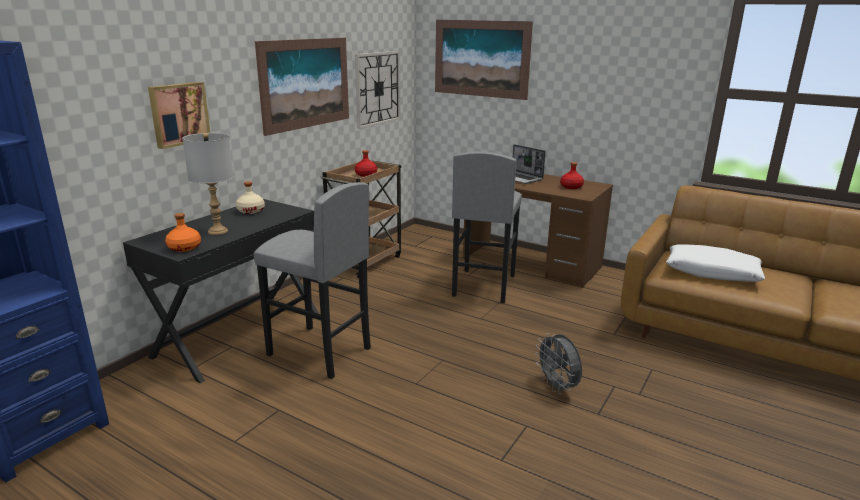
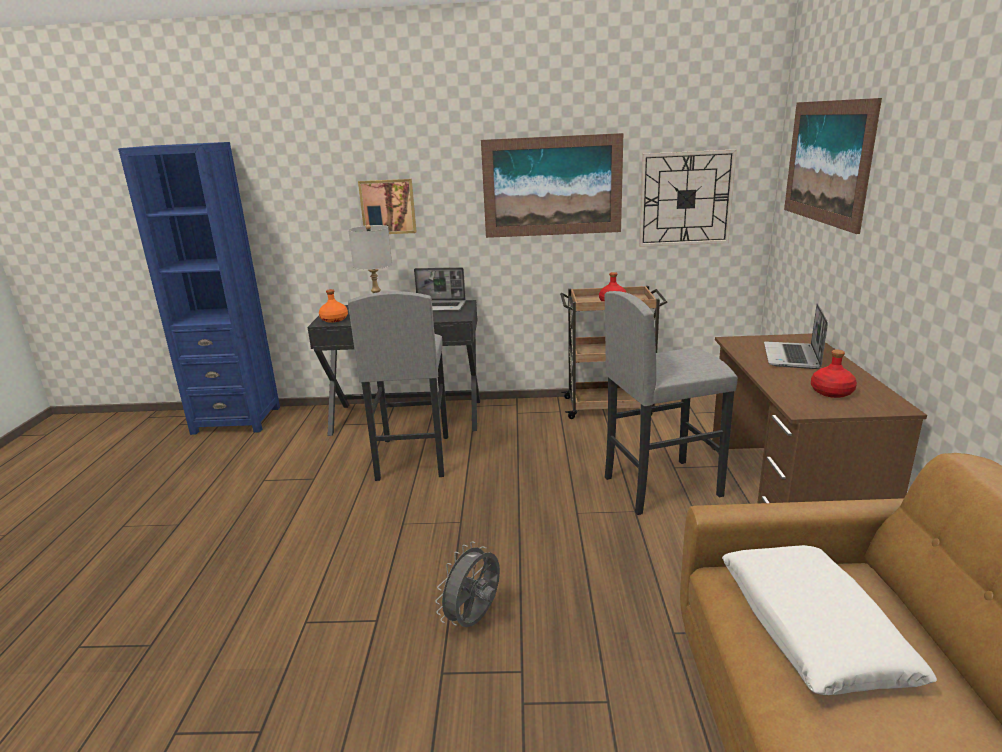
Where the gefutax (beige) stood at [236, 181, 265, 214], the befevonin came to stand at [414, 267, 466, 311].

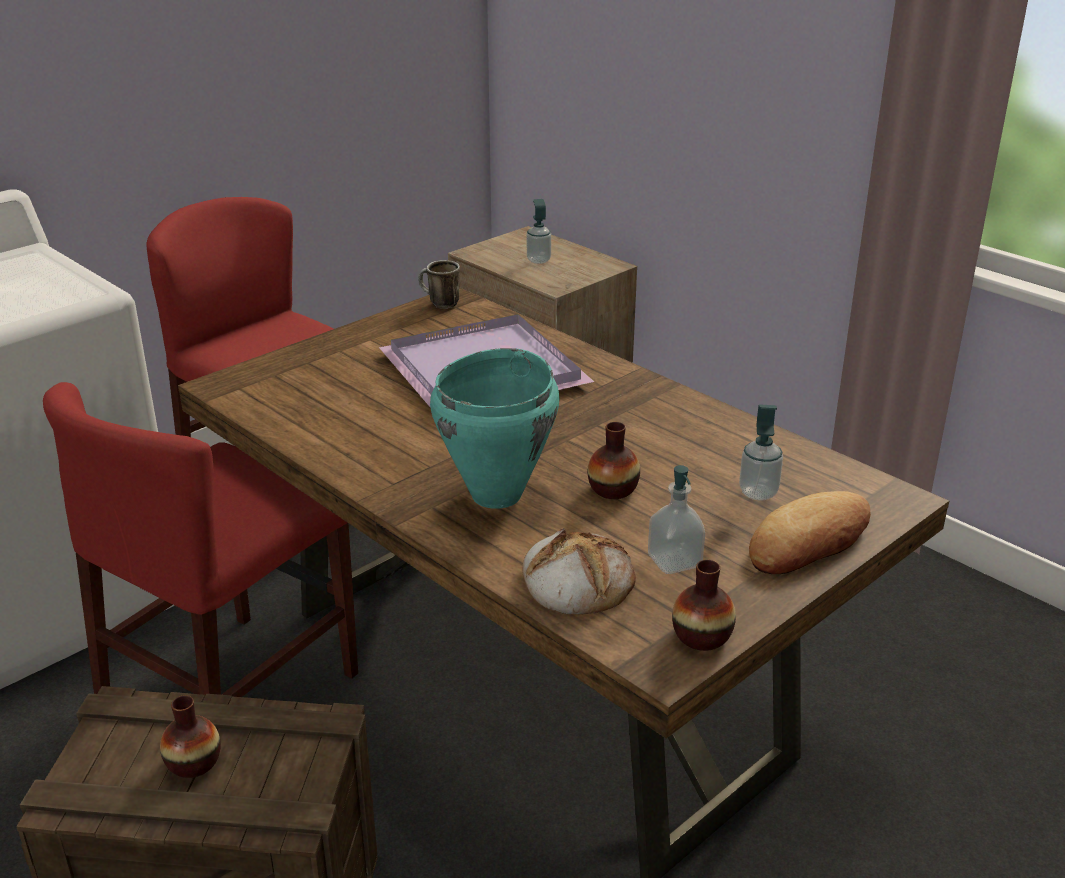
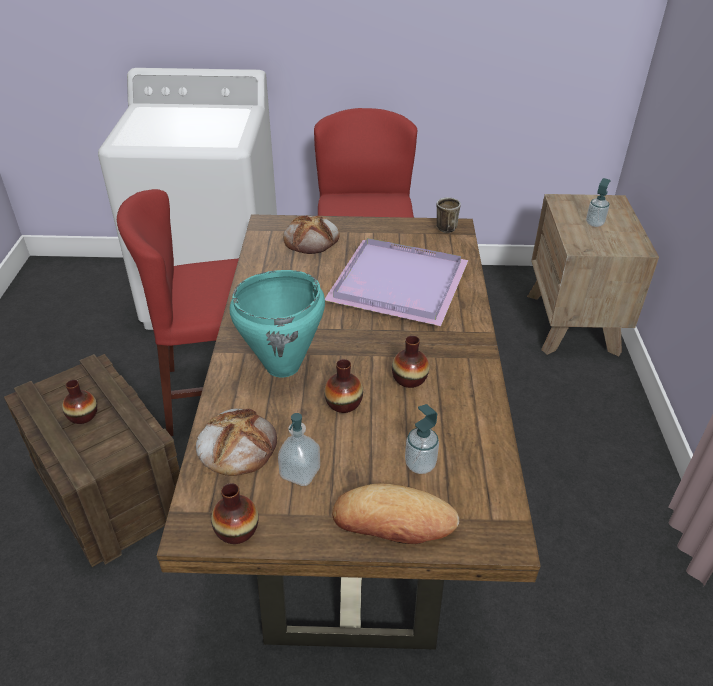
The second view gained the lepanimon at [283, 215, 340, 254].
The second view gained the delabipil at [392, 336, 429, 388].

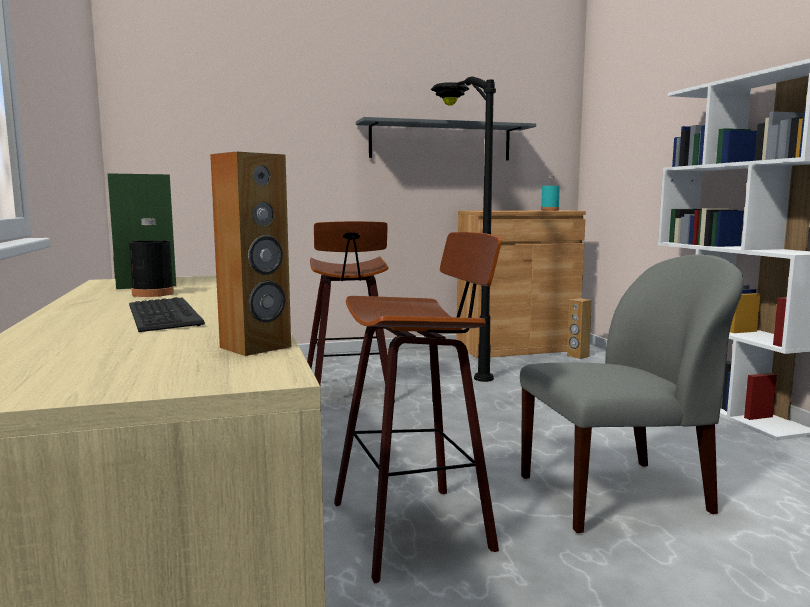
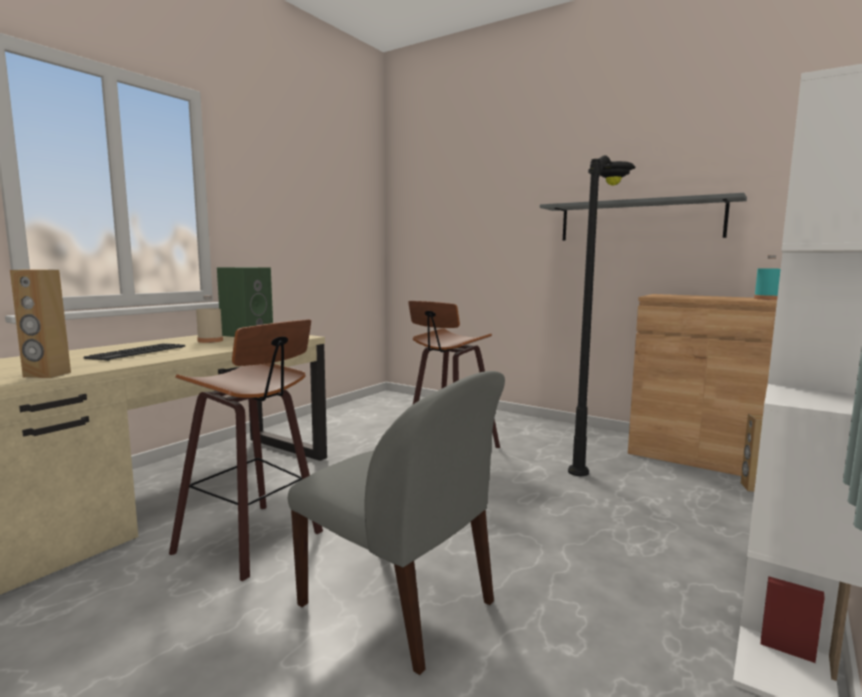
What was the gefutax (black) at [129, 218, 174, 297] turned into the gefutax (beige) at [196, 295, 223, 343].

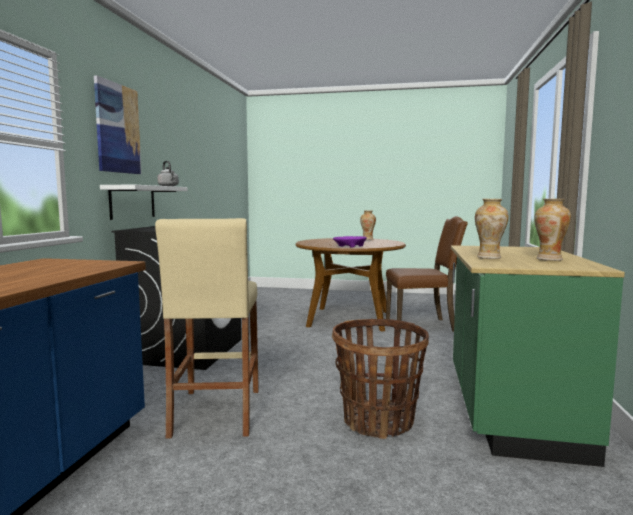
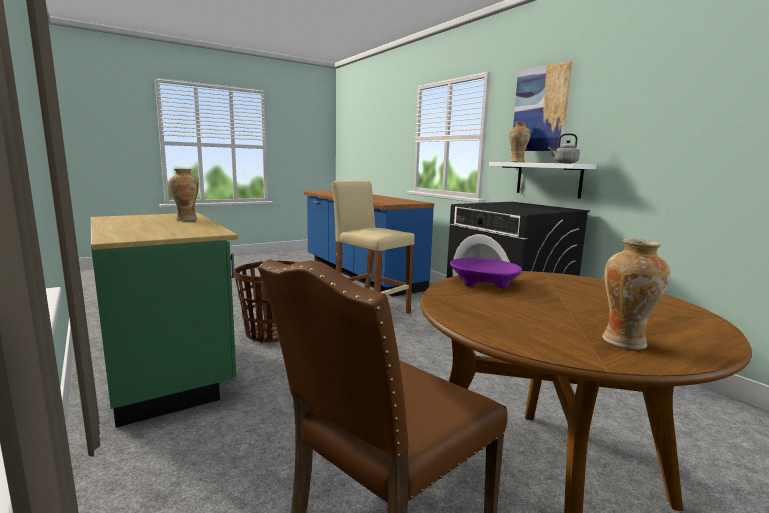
The delabipil ended up elsewhere, having gone from [534, 199, 571, 261] to [509, 122, 531, 162].

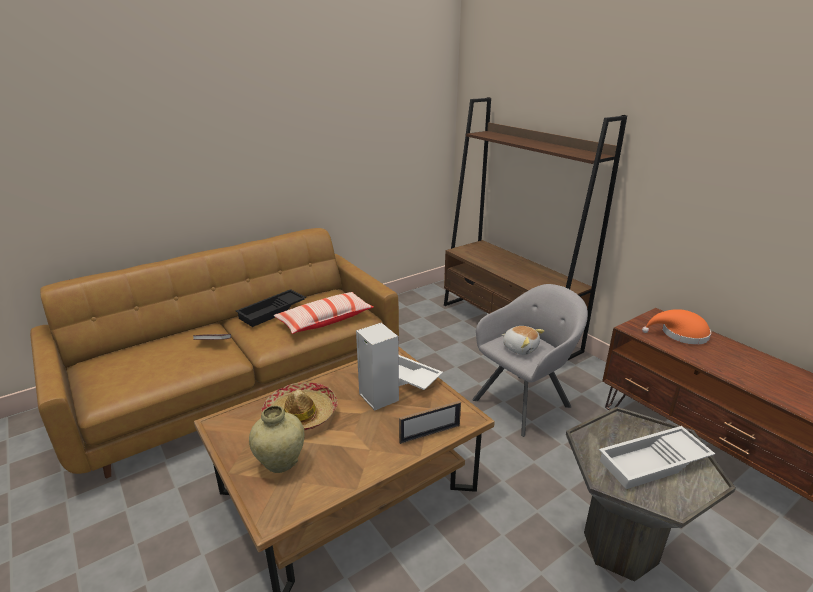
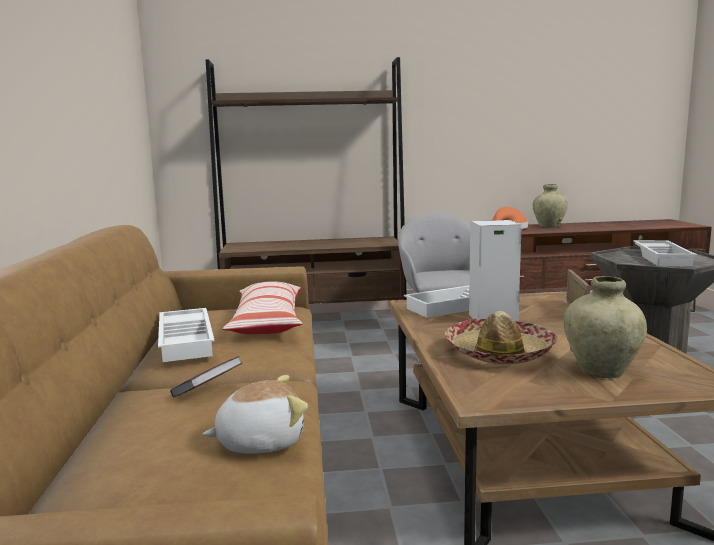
What was the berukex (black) at [236, 289, 306, 327] turned into the berukex (white) at [158, 308, 214, 362].
The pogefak ended up elsewhere, having gone from [502, 326, 544, 355] to [203, 375, 308, 454].
The second view gained the delabipil (beige) at [533, 184, 568, 228].

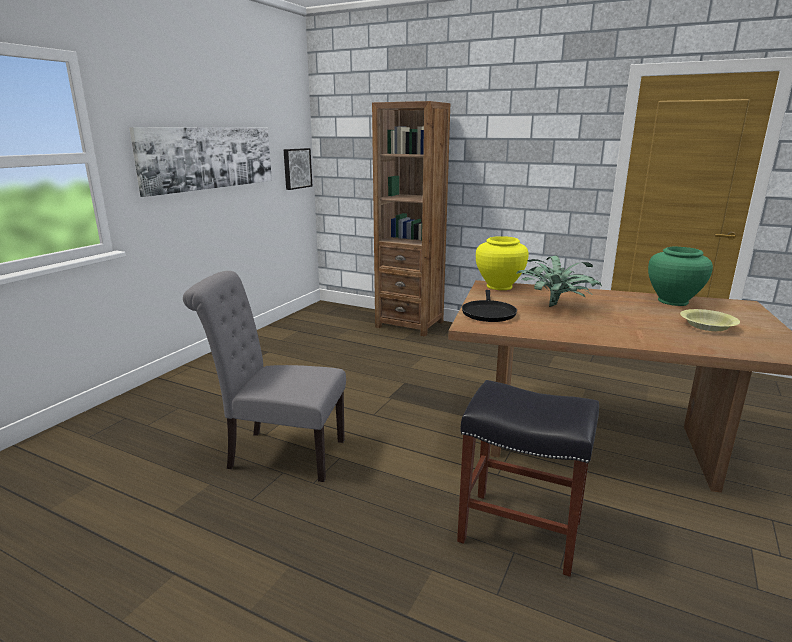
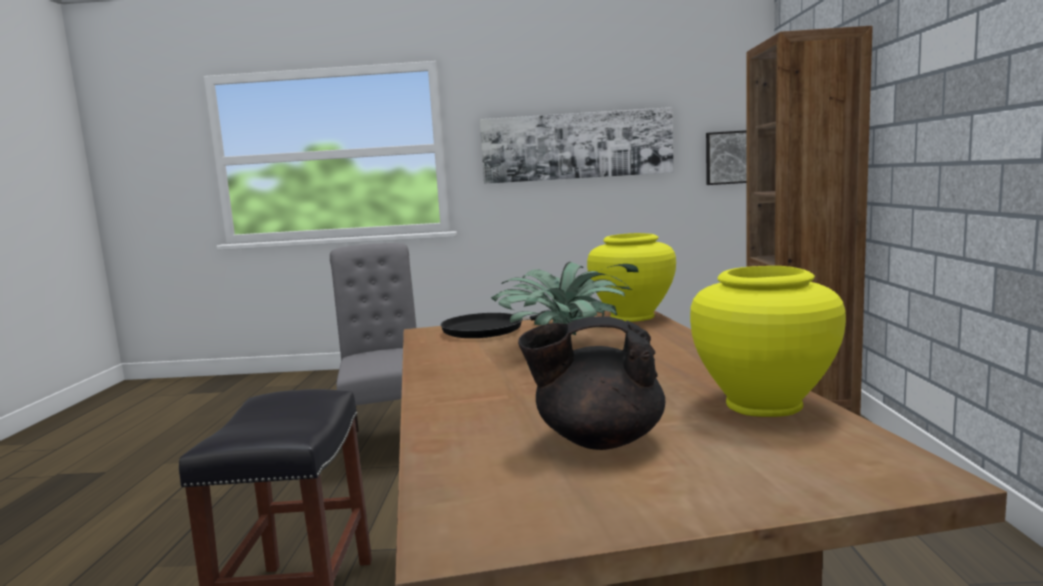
What was the delabipil (green) at [648, 247, 713, 306] turned into the delabipil (yellow) at [690, 266, 846, 417].
Where the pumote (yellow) stood at [680, 309, 740, 331], the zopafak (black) came to stand at [518, 316, 665, 450].

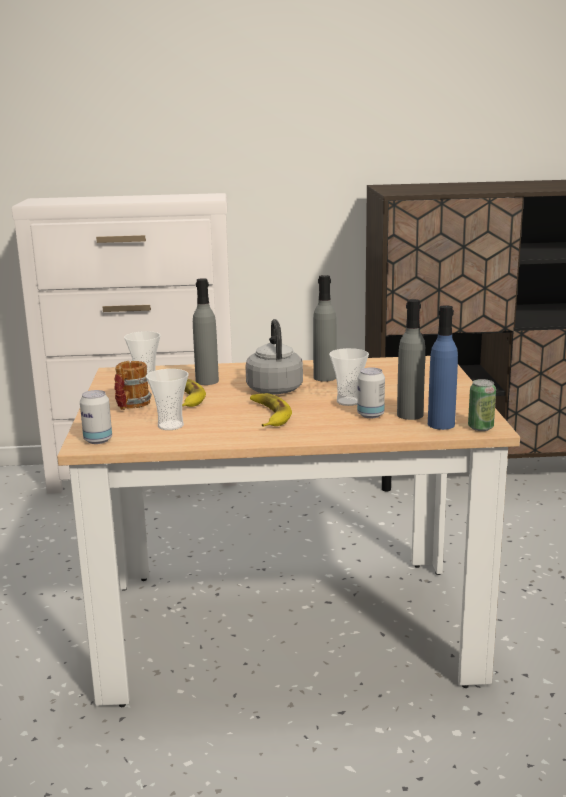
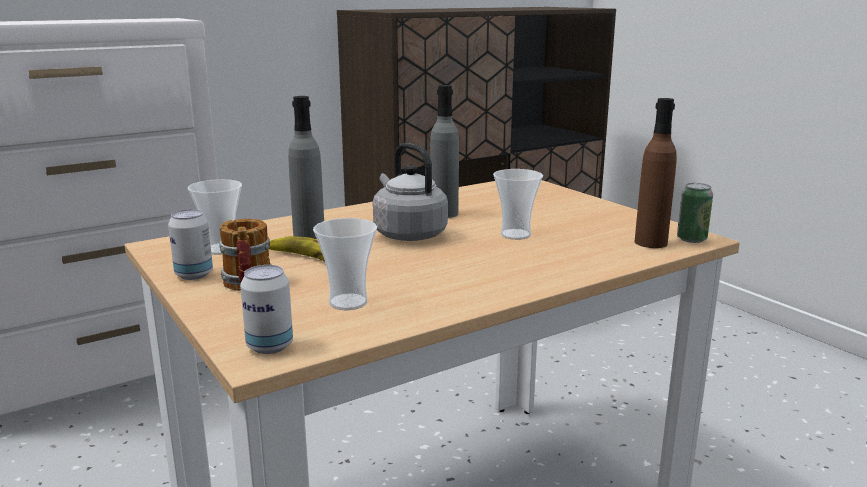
The second view lost the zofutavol at [250, 393, 292, 427].
The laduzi ended up elsewhere, having gone from [357, 367, 385, 418] to [168, 209, 213, 280].
The second view lost the gefutax (grey) at [397, 299, 425, 420].
What was the gefutax (blue) at [428, 305, 458, 430] turned into the gefutax (brown) at [635, 98, 677, 248].

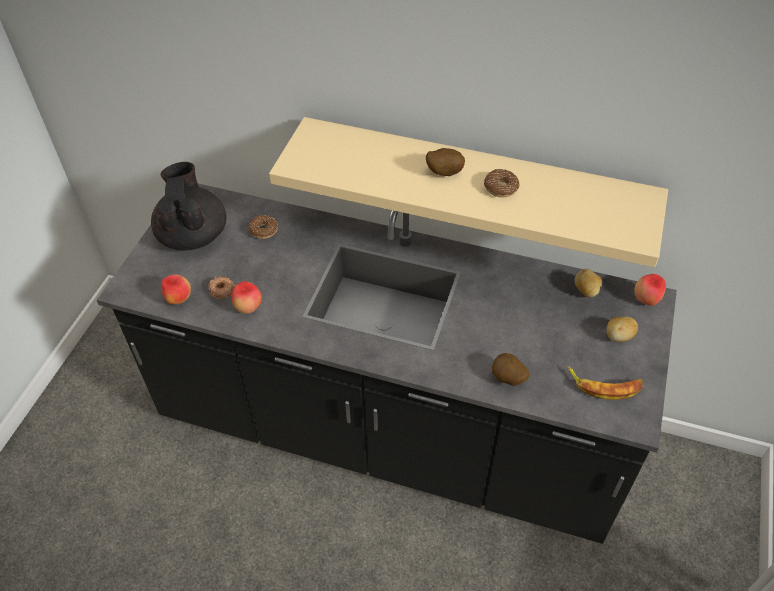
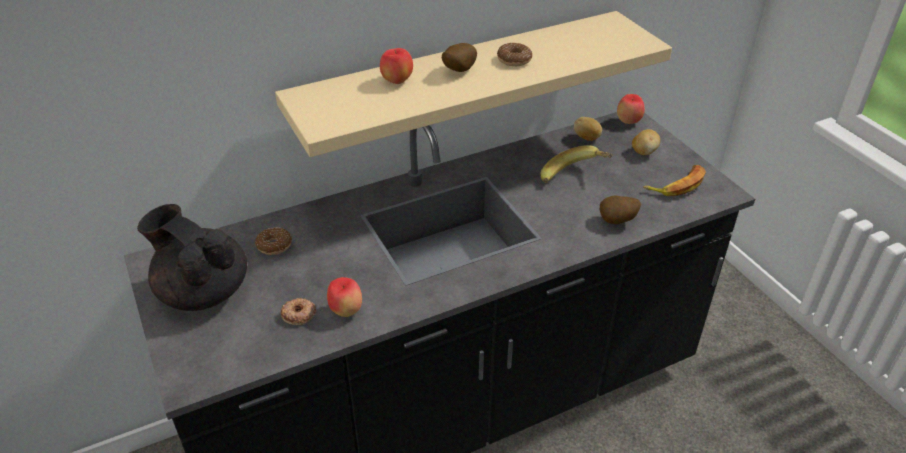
The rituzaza ended up elsewhere, having gone from [161, 274, 191, 304] to [380, 48, 413, 84].
The second view gained the zofutavol at [540, 145, 613, 183].

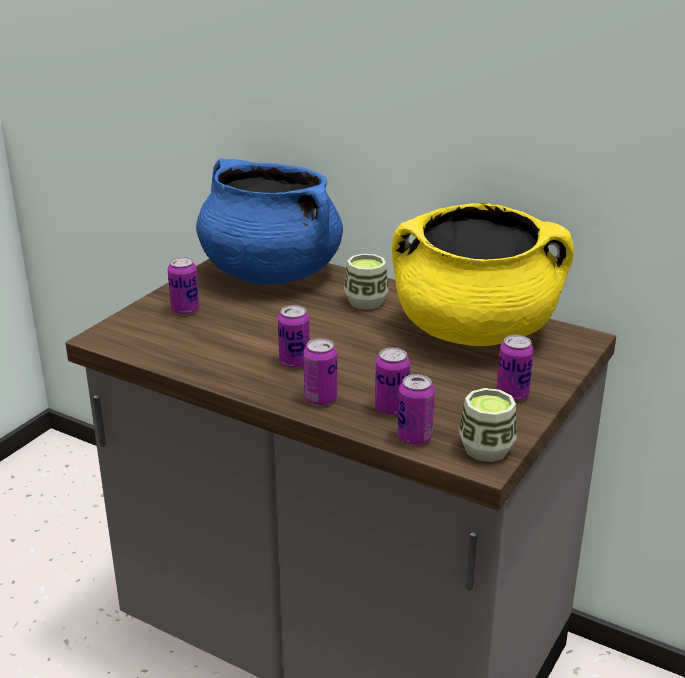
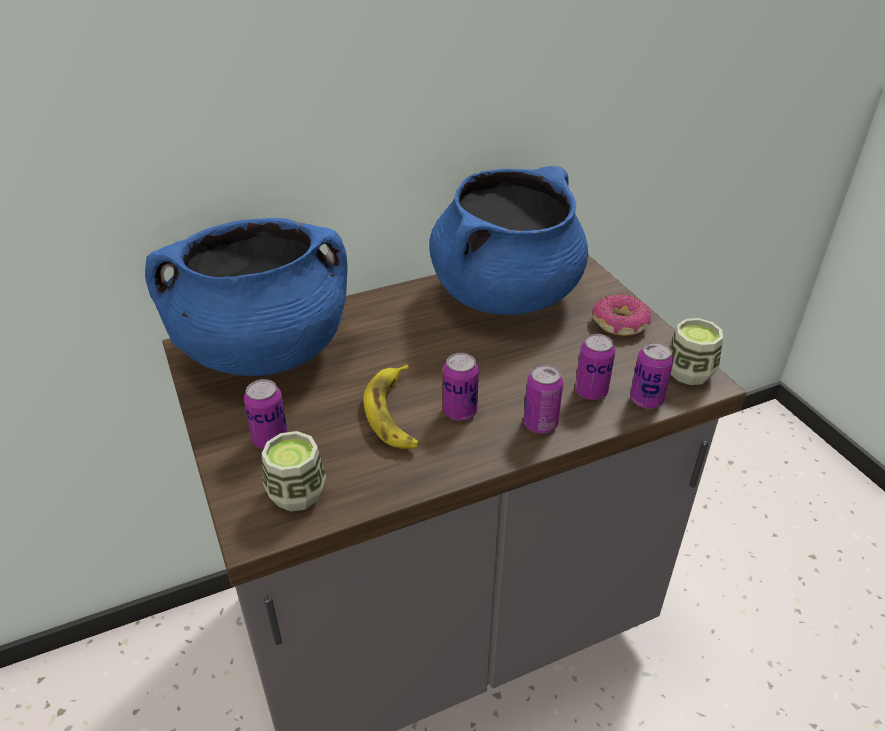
The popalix ended up elsewhere, having gone from [344, 254, 389, 310] to [262, 431, 326, 511].
What was the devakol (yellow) at [392, 203, 574, 346] turned into the devakol (blue) at [429, 166, 588, 315].
Where the laduzi stood at [497, 335, 534, 402], the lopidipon came to stand at [592, 294, 651, 336].
The second view gained the zofutavol at [363, 364, 419, 449].

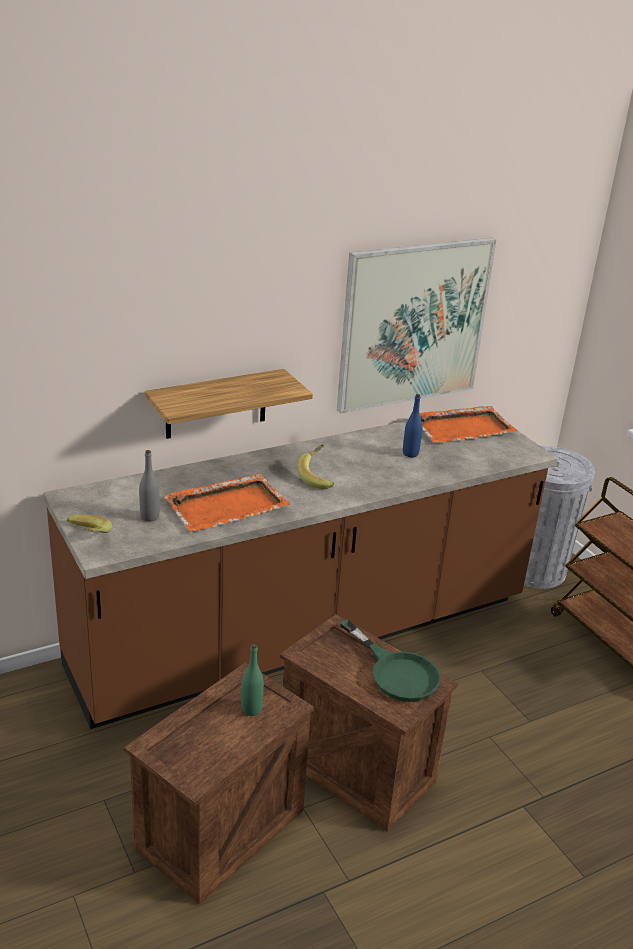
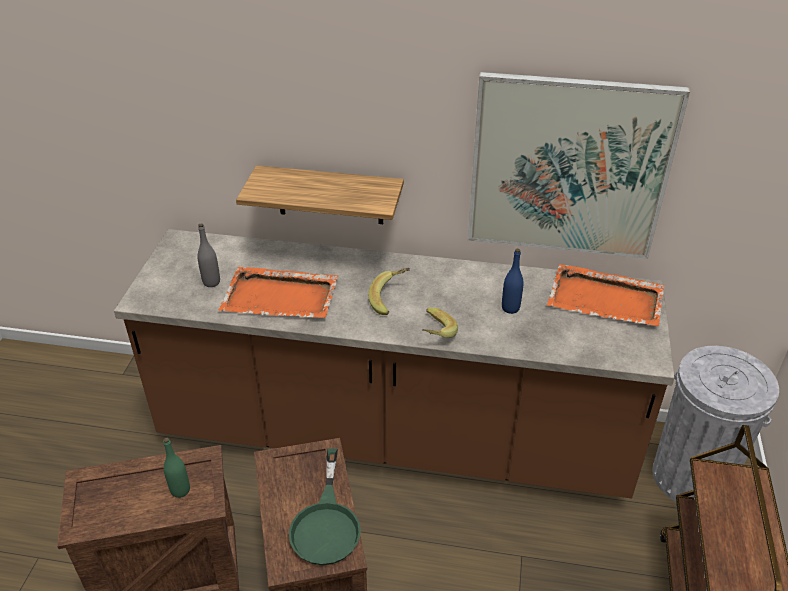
The zofutavol ended up elsewhere, having gone from [67, 514, 112, 533] to [422, 308, 458, 338].

